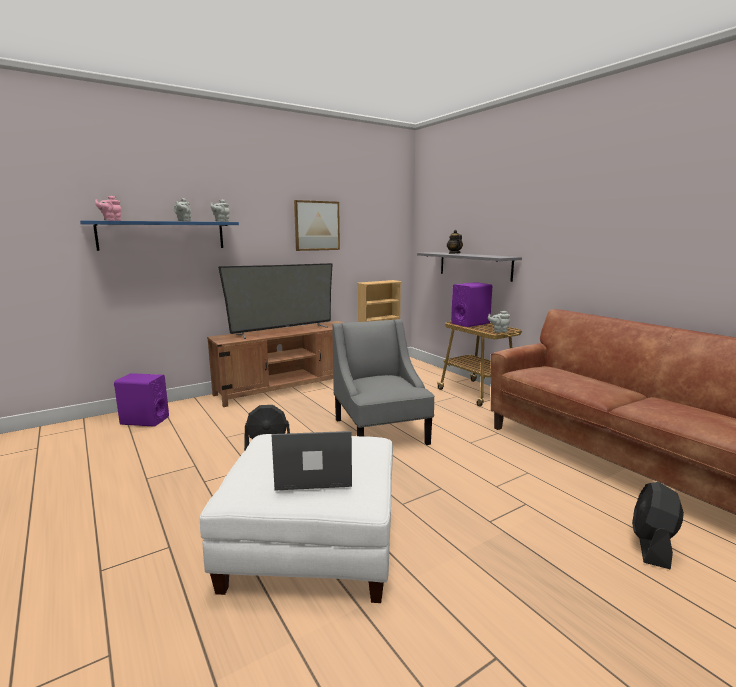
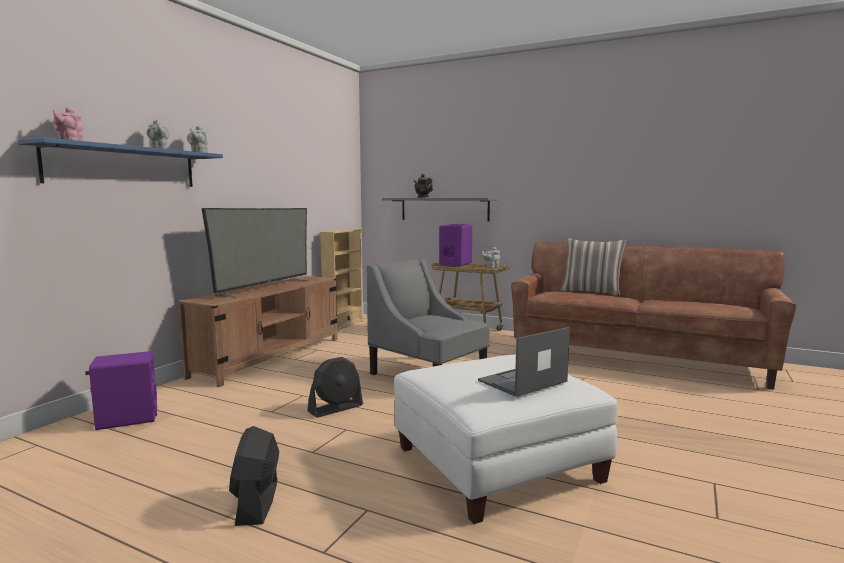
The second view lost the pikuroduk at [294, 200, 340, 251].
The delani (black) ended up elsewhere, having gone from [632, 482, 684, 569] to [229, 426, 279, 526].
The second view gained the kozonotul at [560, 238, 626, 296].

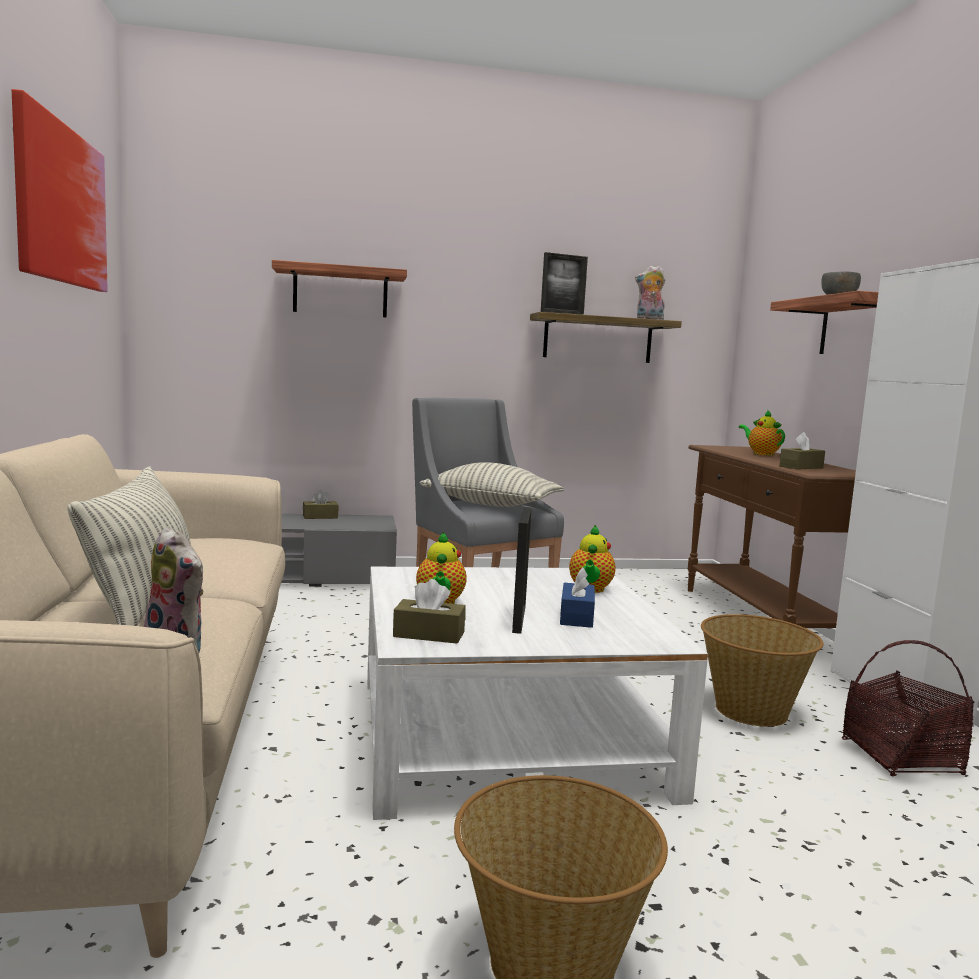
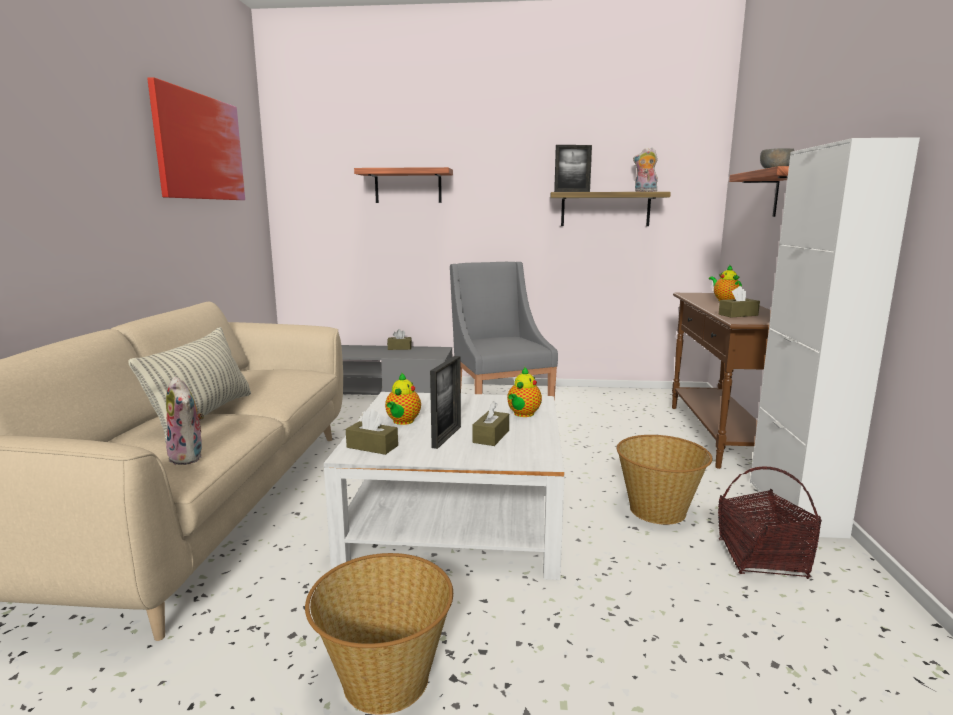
The second view lost the kozonotul at [420, 462, 564, 507].
What was the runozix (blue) at [560, 567, 595, 628] turned into the runozix (brown) at [472, 401, 509, 446].

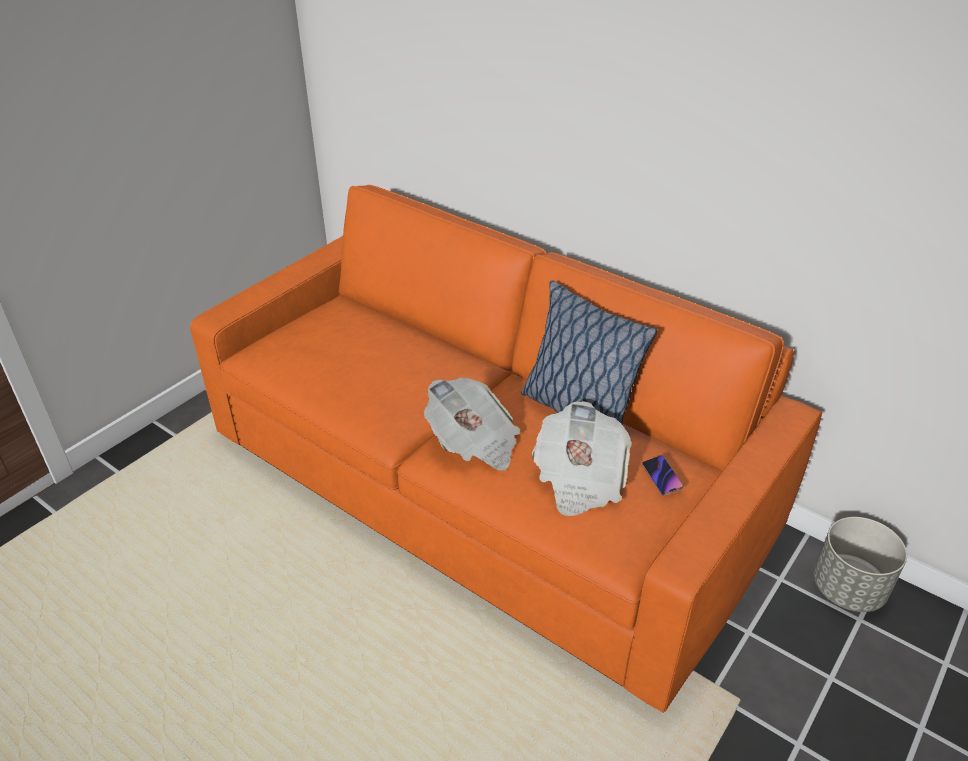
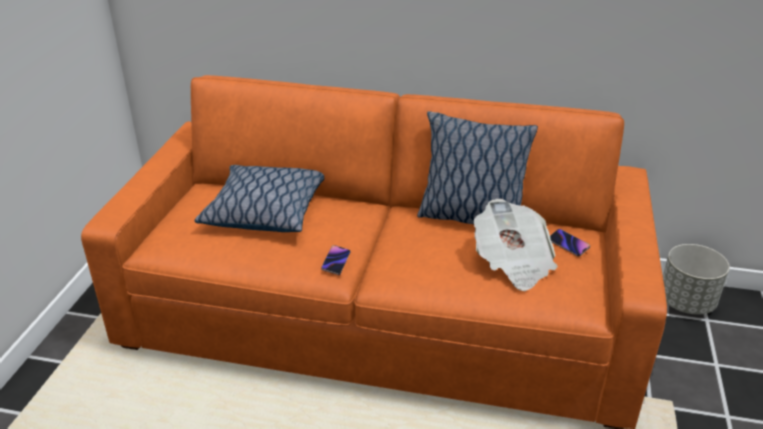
The second view lost the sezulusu at [424, 377, 520, 471].
The second view gained the kozonotul at [195, 165, 325, 232].
The second view gained the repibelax at [321, 245, 351, 275].

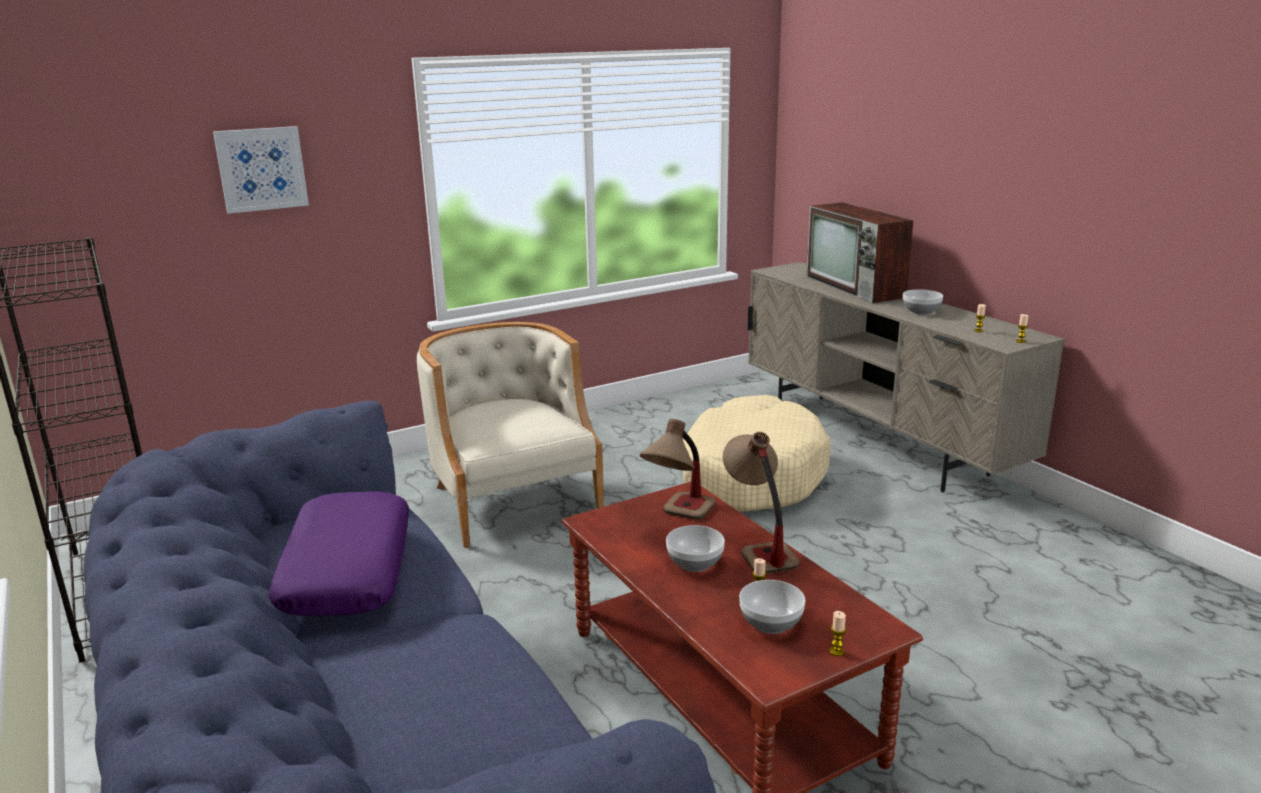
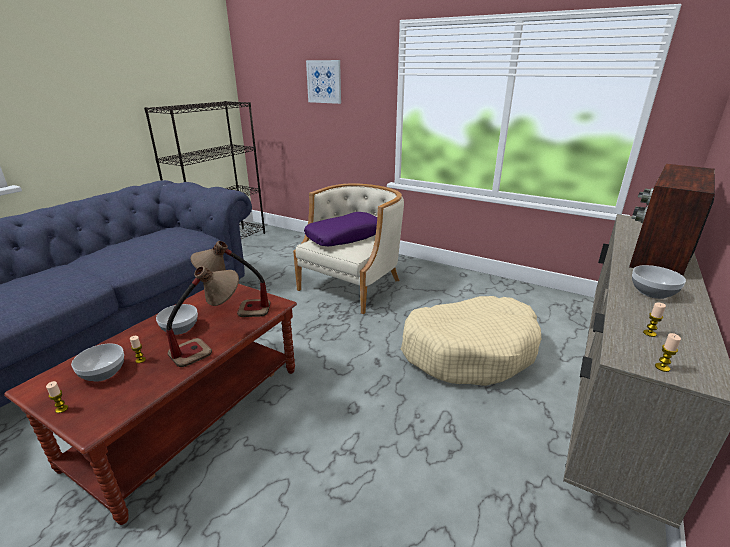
The kozonotul (purple) ended up elsewhere, having gone from [269, 491, 409, 616] to [304, 212, 377, 246].

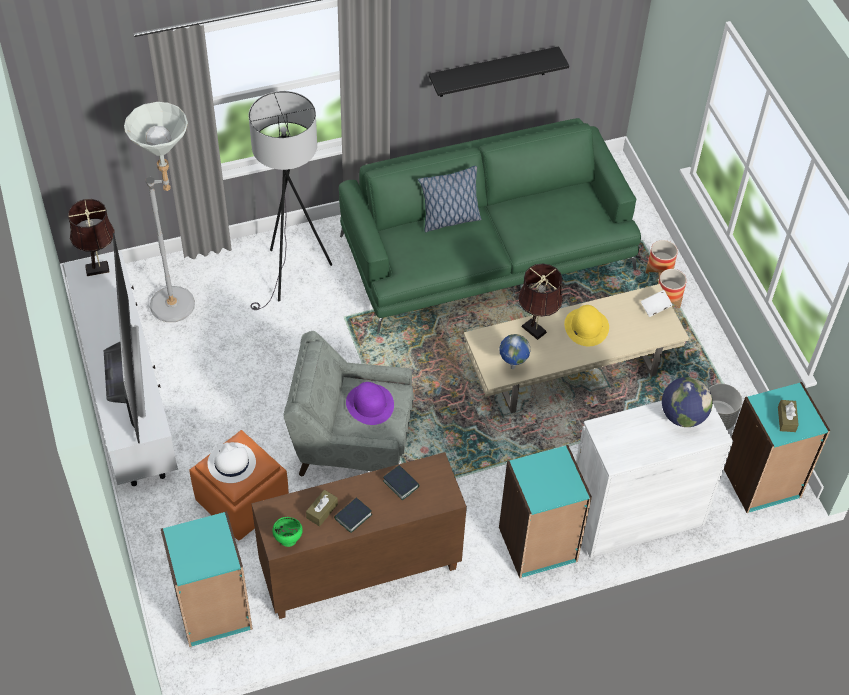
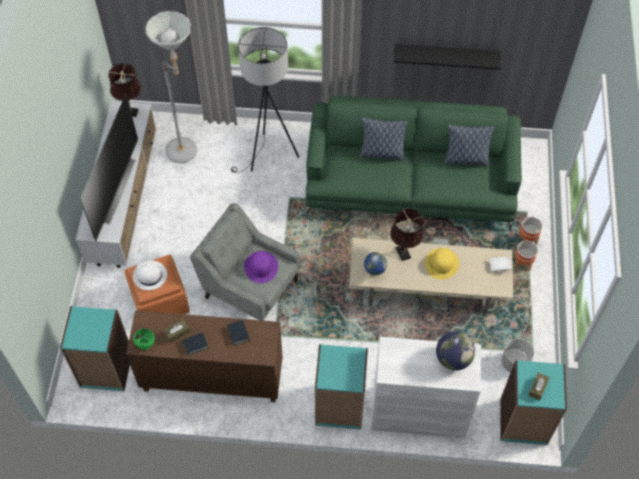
The second view gained the kozonotul at [444, 125, 494, 166].

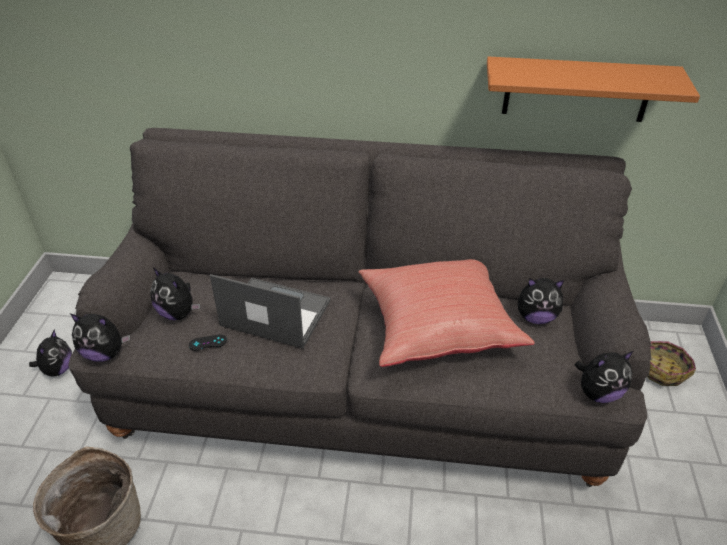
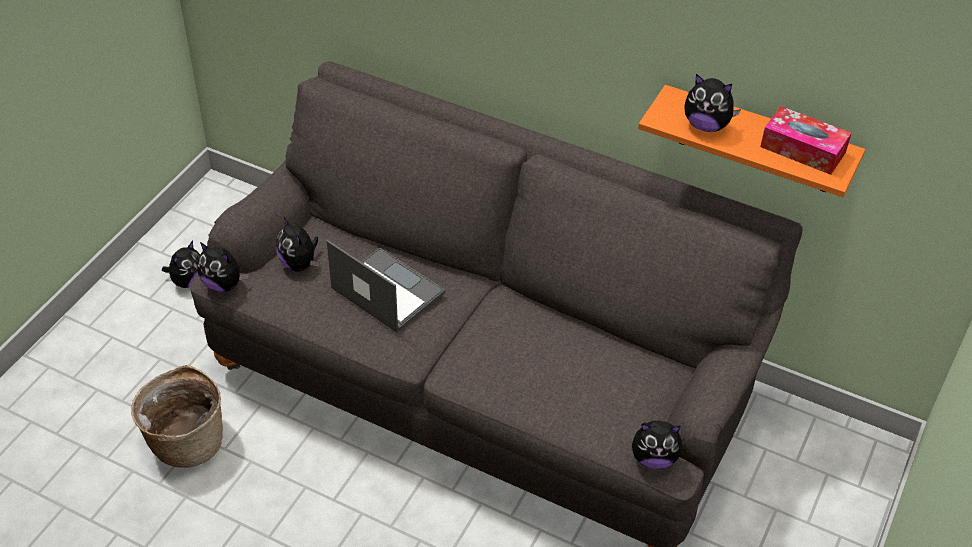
The second view lost the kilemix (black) at [189, 334, 227, 351].
The second view lost the kozonotul (red) at [358, 259, 535, 367].
The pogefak ended up elsewhere, having gone from [518, 278, 564, 324] to [685, 74, 741, 132].
The second view lost the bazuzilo at [648, 341, 696, 386].
The second view gained the runozix at [760, 106, 852, 175].

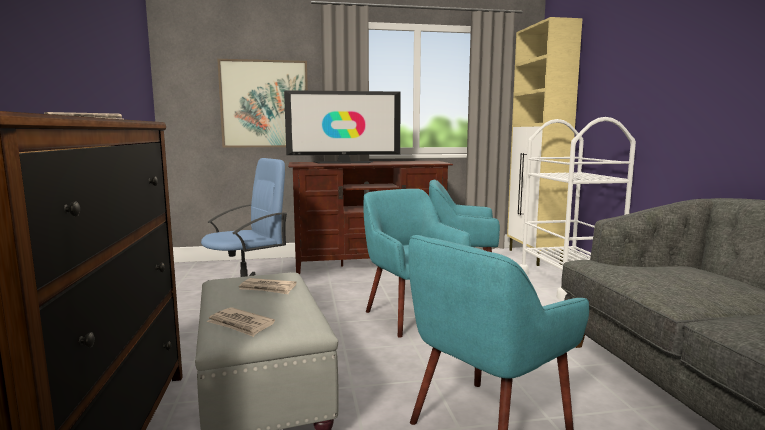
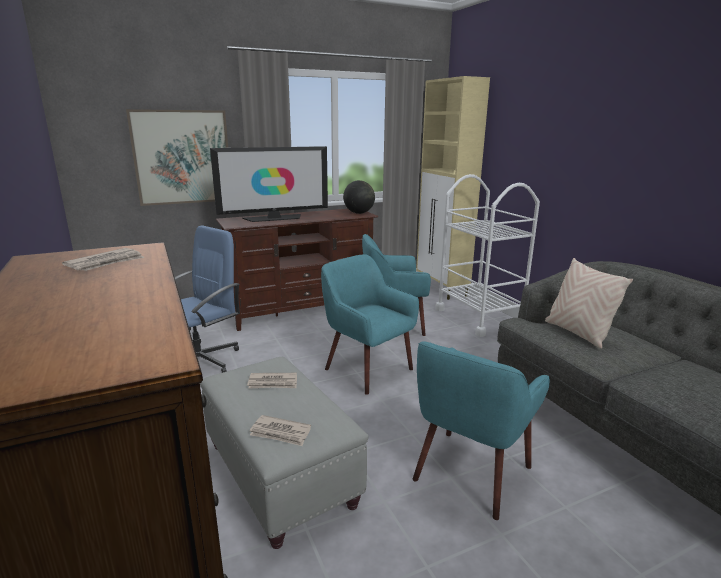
The second view gained the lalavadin at [343, 180, 375, 214].
The second view gained the kozonotul (beige) at [545, 258, 633, 349].

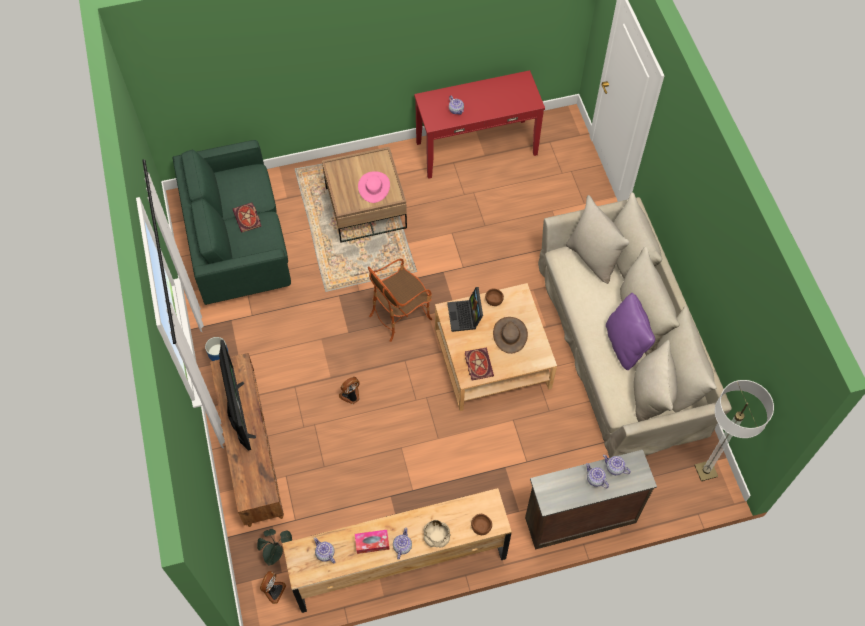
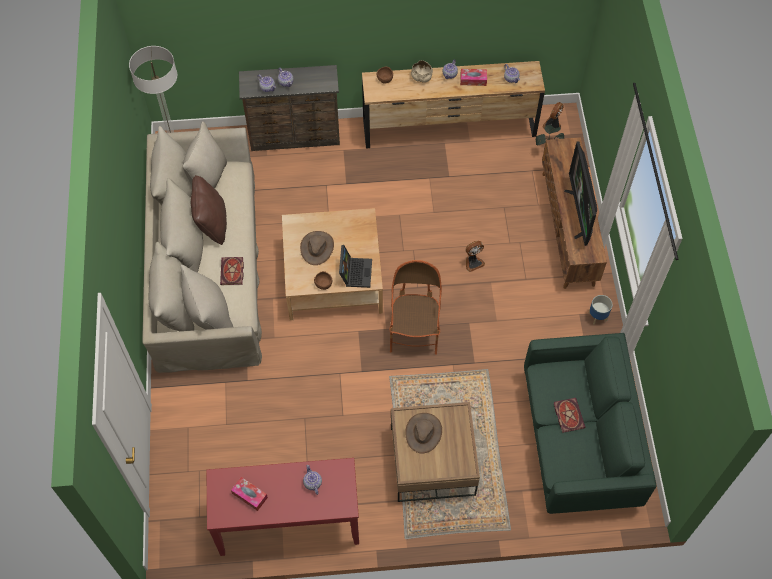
What was the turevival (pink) at [358, 171, 390, 203] turned into the turevival (brown) at [405, 413, 442, 454].
The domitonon at [368, 259, 432, 342] ended up facing another way, 60 degrees counterclockwise from before.
The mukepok ended up elsewhere, having gone from [465, 348, 494, 380] to [220, 257, 244, 285].
What was the kozonotul (purple) at [606, 293, 655, 370] turned into the kozonotul (brown) at [191, 175, 227, 245].
The second view gained the runozix at [231, 477, 268, 511].

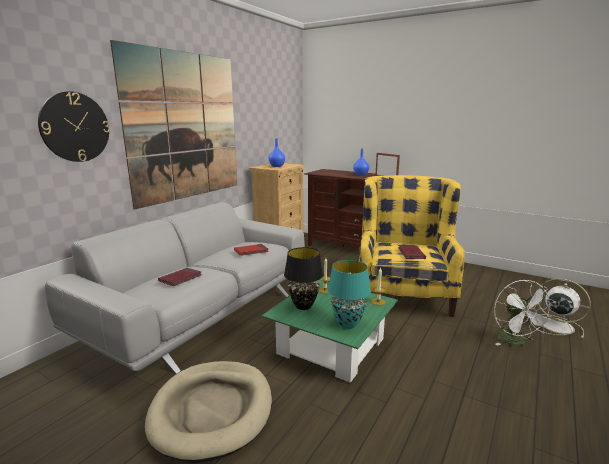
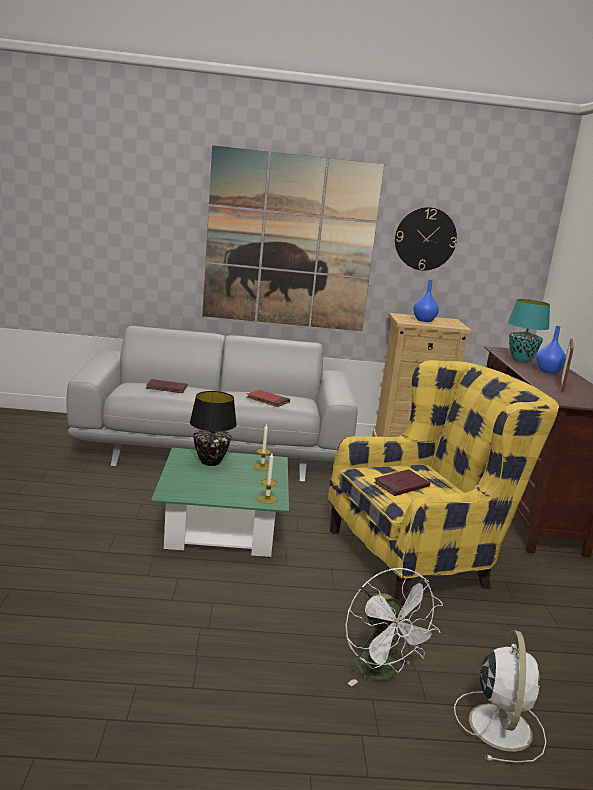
The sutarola ended up elsewhere, having gone from [38, 91, 110, 162] to [395, 207, 457, 271].
The second view lost the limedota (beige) at [145, 361, 272, 463].
The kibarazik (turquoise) ended up elsewhere, having gone from [328, 260, 371, 329] to [508, 299, 550, 363].
The delani (white) at [494, 280, 555, 346] ended up facing another way, 75 degrees counterclockwise from before.

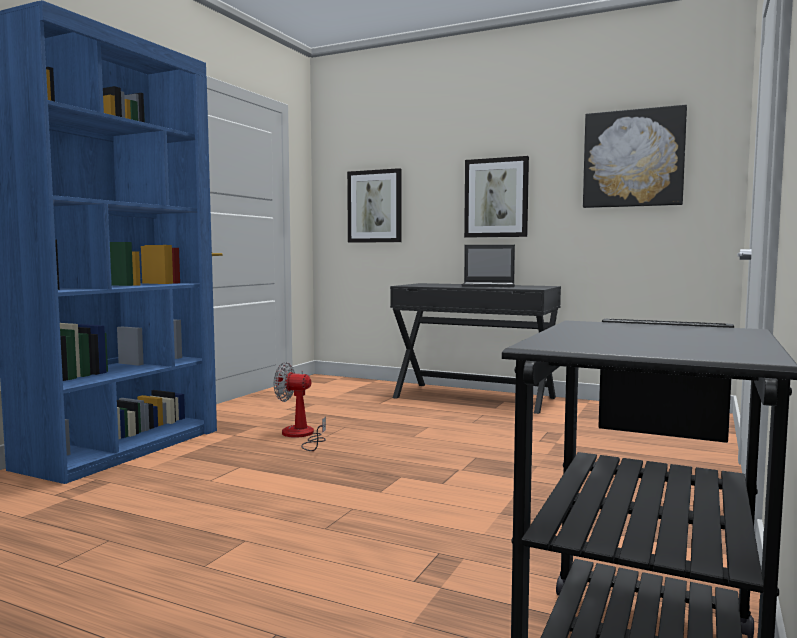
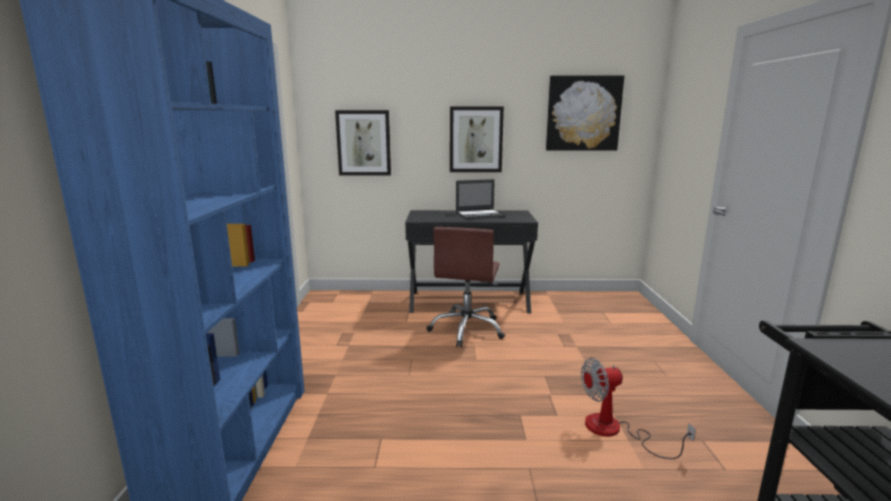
The delani ended up elsewhere, having gone from [274, 362, 326, 451] to [581, 357, 696, 459].
The second view gained the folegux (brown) at [426, 227, 505, 347].

